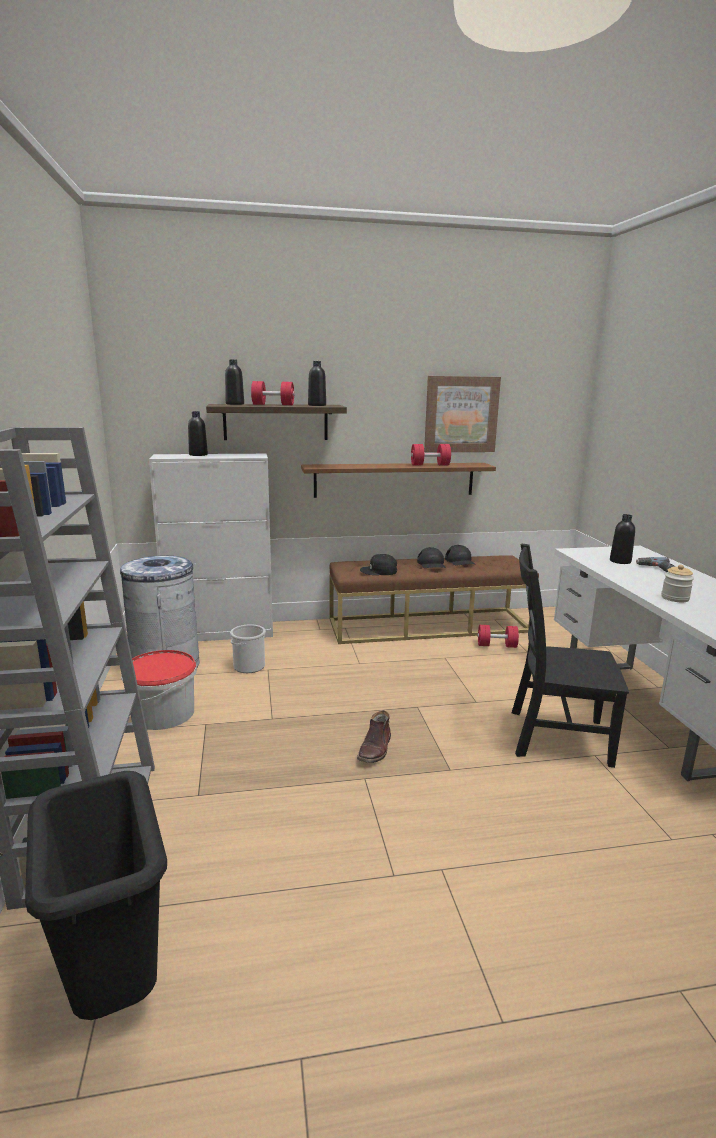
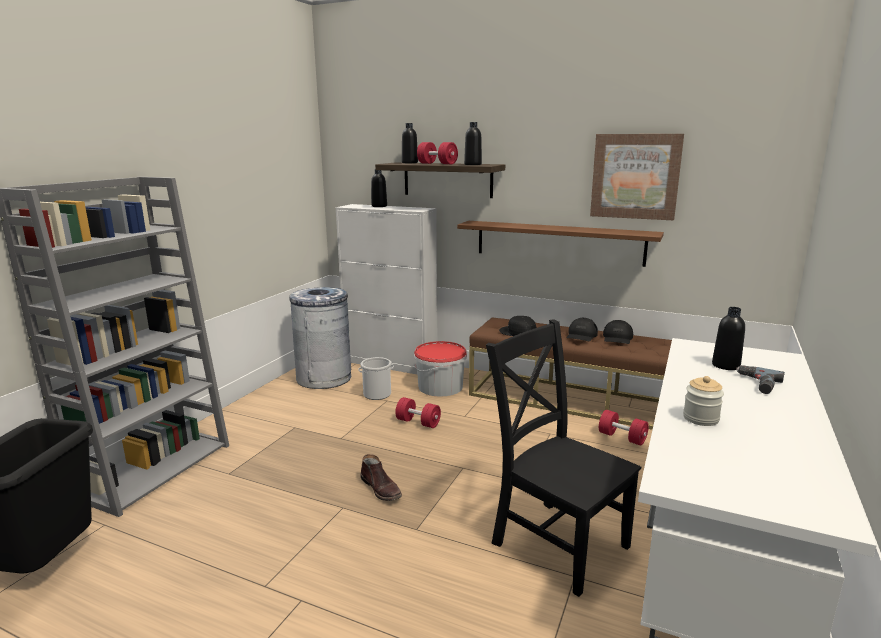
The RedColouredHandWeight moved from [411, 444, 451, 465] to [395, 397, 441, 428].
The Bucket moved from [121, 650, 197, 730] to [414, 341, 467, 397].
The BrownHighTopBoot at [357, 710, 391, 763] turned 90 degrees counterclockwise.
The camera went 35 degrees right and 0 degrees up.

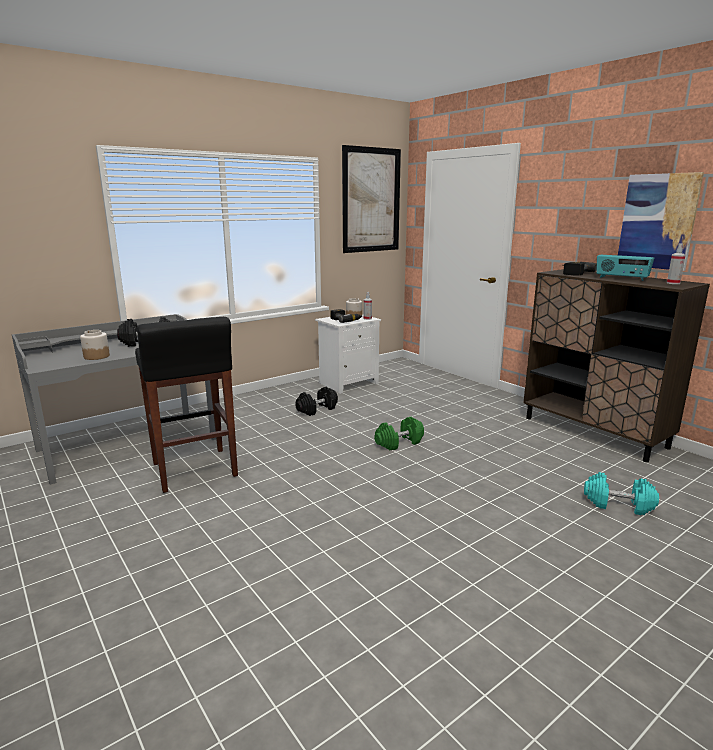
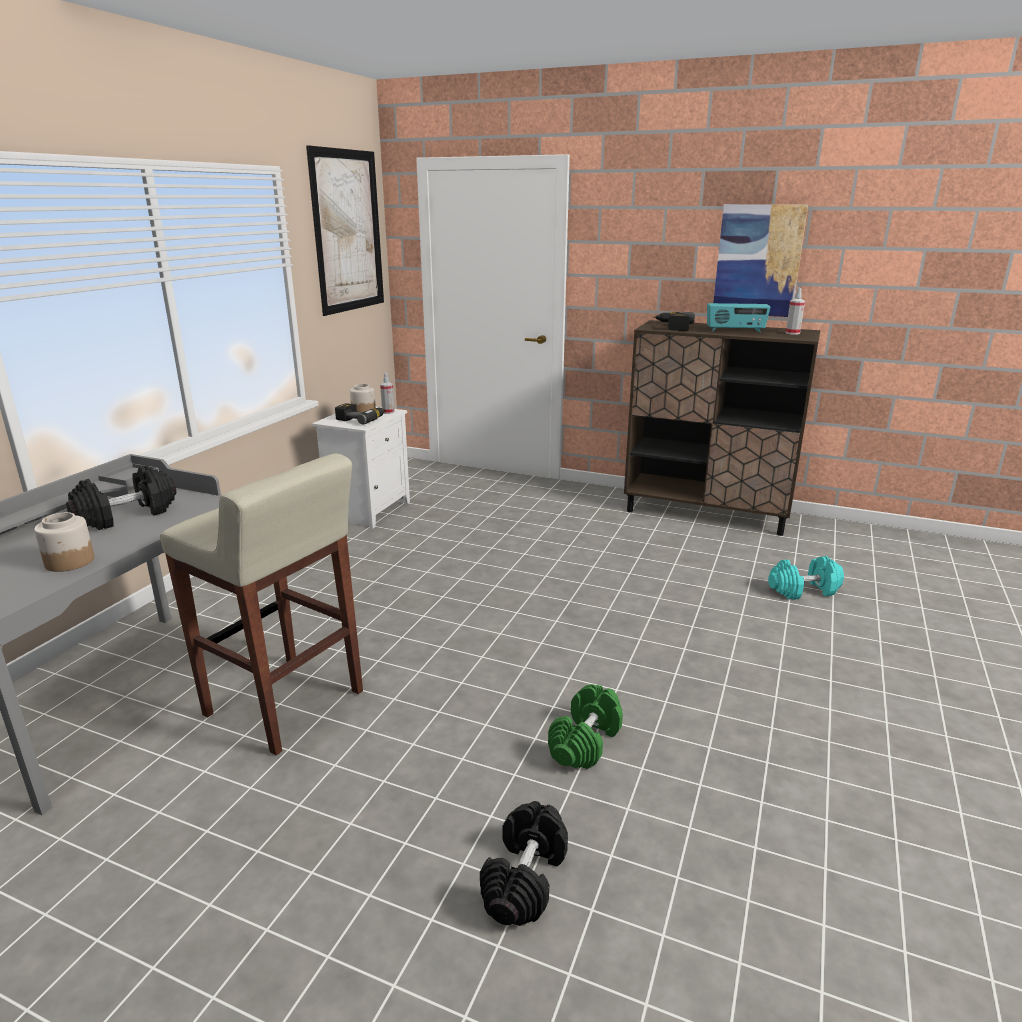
The BlackStool at [135, 317, 238, 493] became the BeigeColouredStool at [160, 453, 363, 755].
The BlackHandWeight moved from [296, 387, 338, 416] to [480, 801, 568, 926].
The GreenishHandWeight moved from [374, 417, 424, 450] to [548, 684, 623, 769].
The camera went 30 degrees left and 5 degrees up.

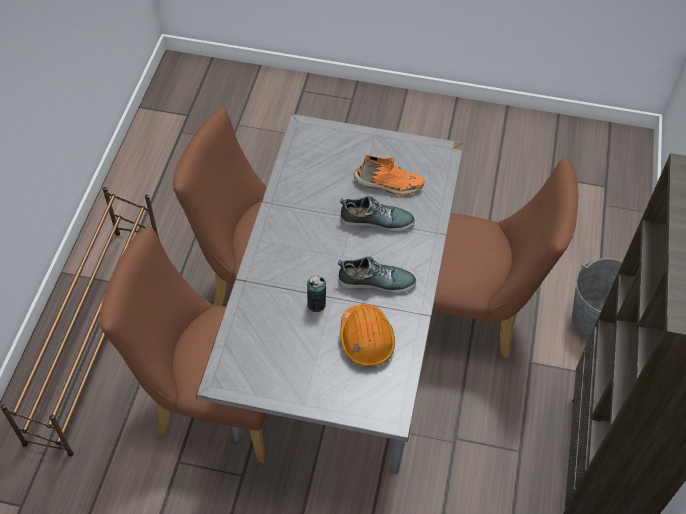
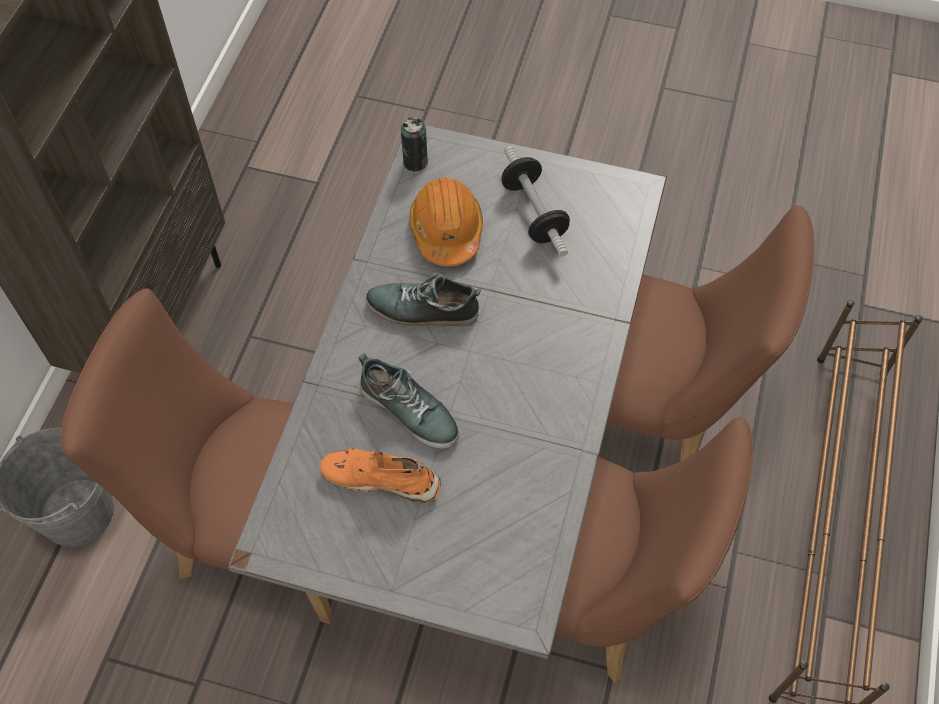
The Shoe at [340, 195, 415, 232] turned 150 degrees counterclockwise.
The Can moved from [307, 275, 326, 312] to [401, 117, 428, 171].
The HandWeight at [501, 146, 570, 257] appeared.
The camera went 175 degrees left and 5 degrees up.

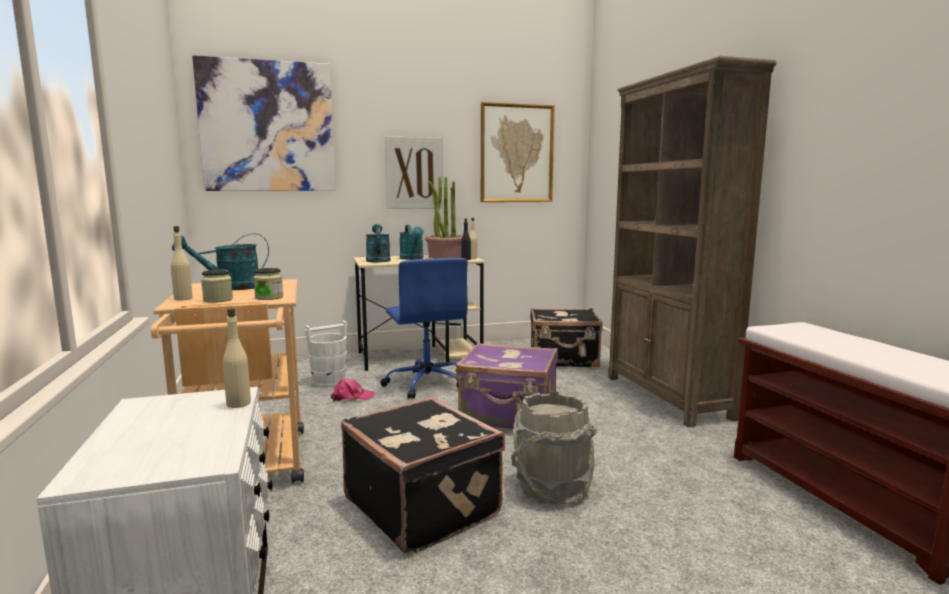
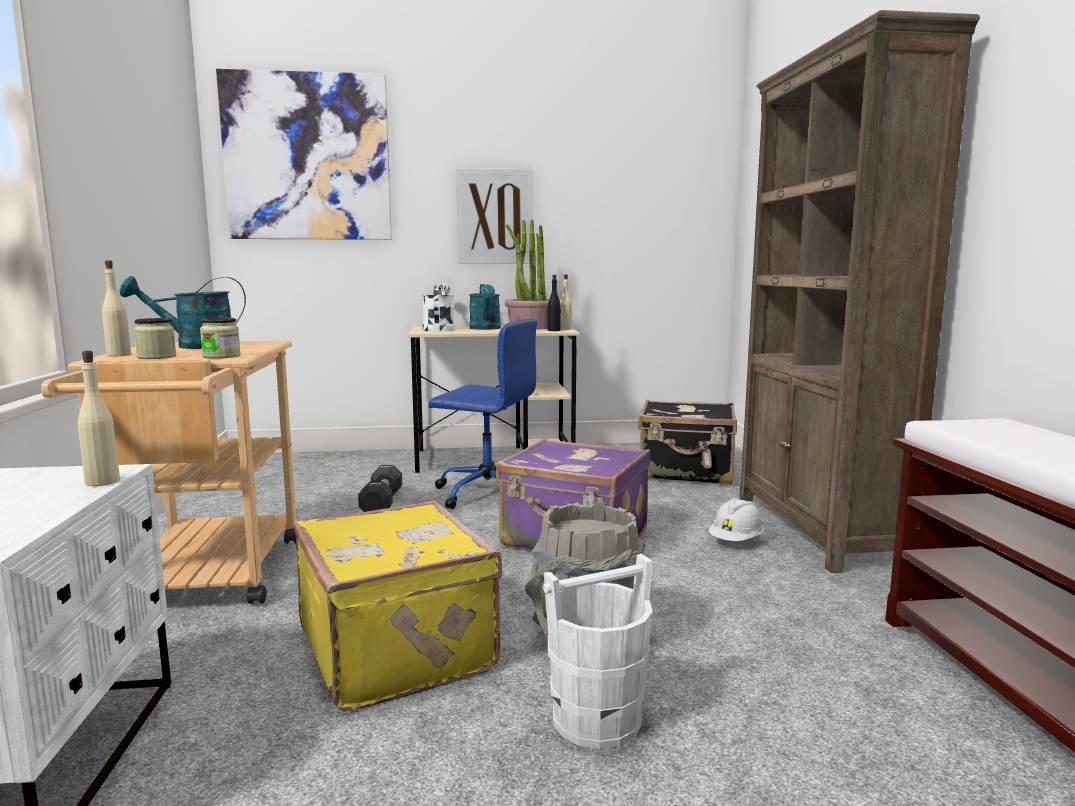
The Picture at [481, 102, 555, 202] disappeared.
The BlueGreenWateringCan at [366, 224, 390, 263] became the WhiteWateringCan at [423, 283, 455, 332].
The BluishOfficeChair at [380, 258, 468, 399] turned 60 degrees counterclockwise.
The WhiteBucket moved from [304, 320, 348, 388] to [543, 554, 653, 749].
The PinkCap at [331, 379, 375, 401] was replaced by the BlackHandWeight at [358, 465, 402, 512].
The BlackTravelCase at [341, 397, 505, 555] became the YellowTravelCase at [294, 501, 502, 712].
The WhiteWorkHelmet at [709, 498, 764, 541] appeared.
The camera went 10 degrees right and 0 degrees up.

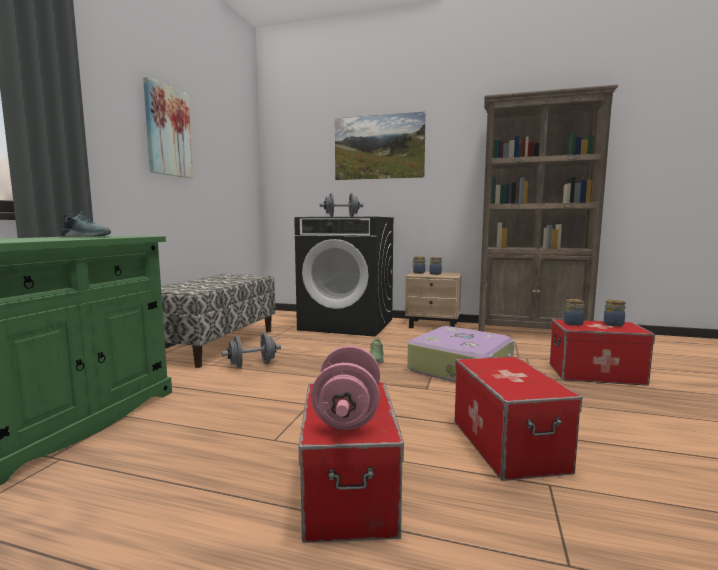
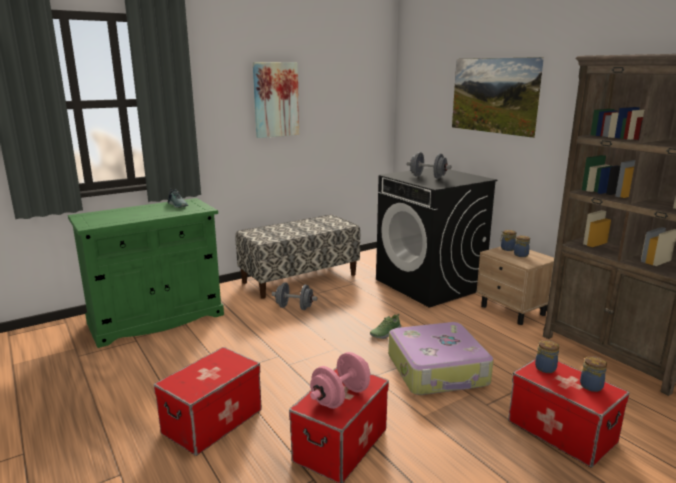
The PinkHandWeight moved from [311, 346, 380, 430] to [310, 352, 370, 409].
The camera went 40 degrees right and 10 degrees up.

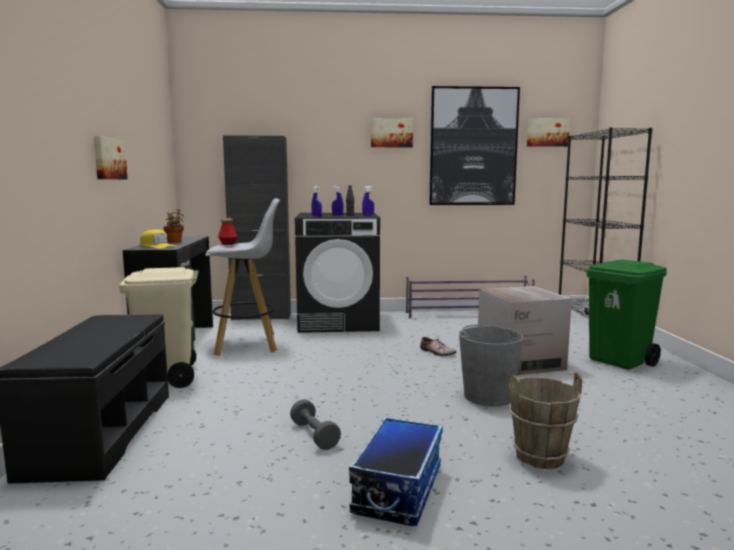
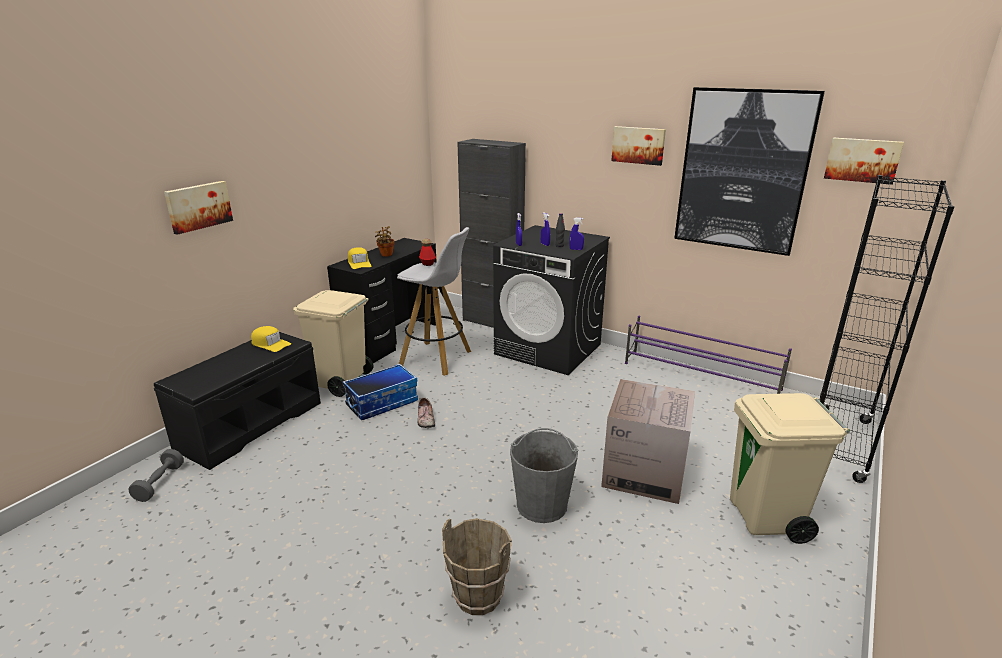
The Picture moved from [94, 136, 128, 179] to [164, 181, 233, 235].
The GreenishWasteBin at [586, 259, 667, 370] became the BeigeColouredWasteBin at [730, 393, 850, 544].
The Shoe moved from [420, 337, 456, 356] to [418, 398, 435, 428].
The GrayHandWeight moved from [290, 400, 341, 450] to [128, 449, 184, 502].
The StorageBox moved from [349, 417, 443, 526] to [342, 364, 418, 420].
The YellowCap at [251, 326, 291, 352] appeared.
The camera went 35 degrees right and 15 degrees up.

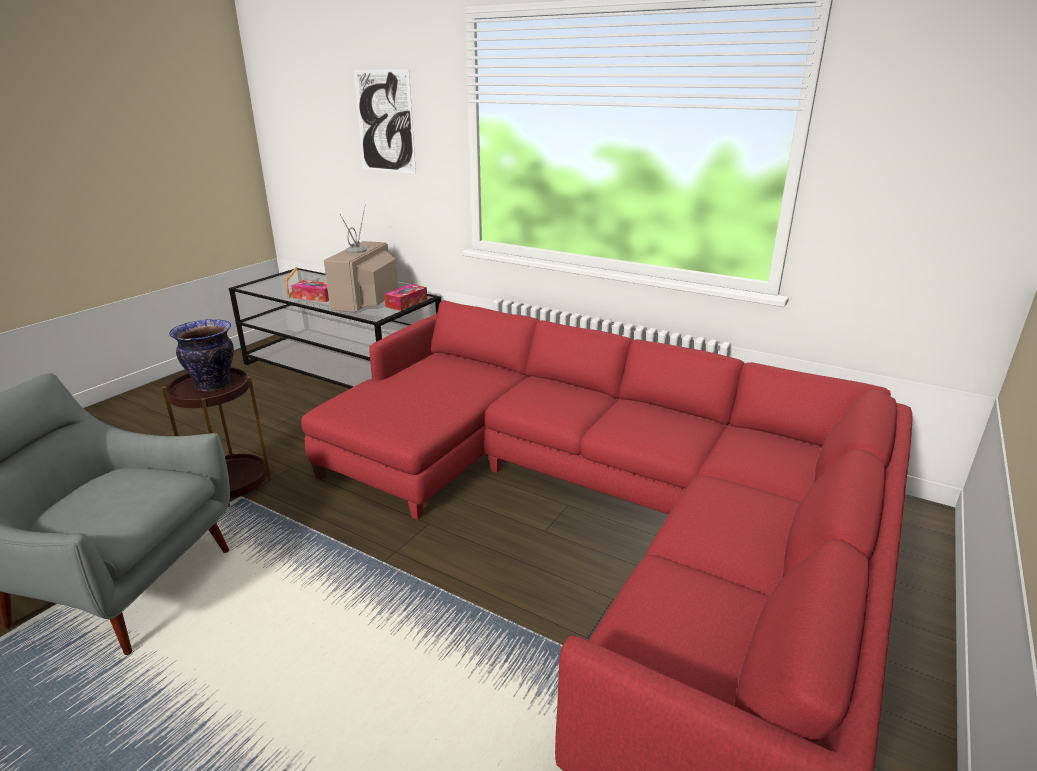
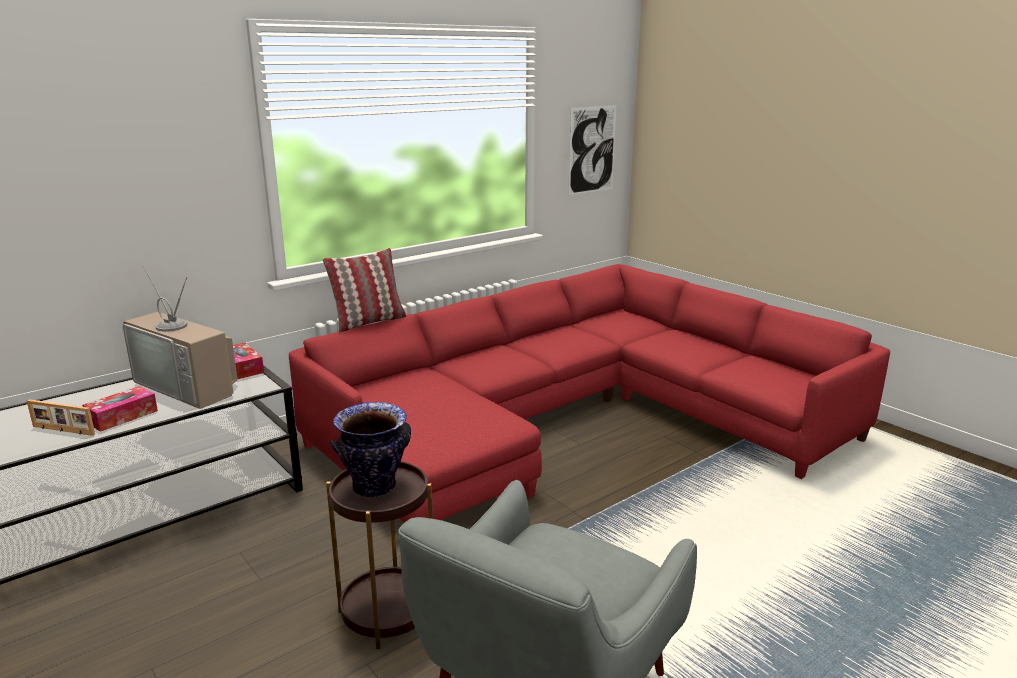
The Picture moved from [354, 69, 416, 174] to [568, 105, 616, 195].
The Cushion at [323, 248, 406, 332] appeared.
The camera went 70 degrees left and 5 degrees down.

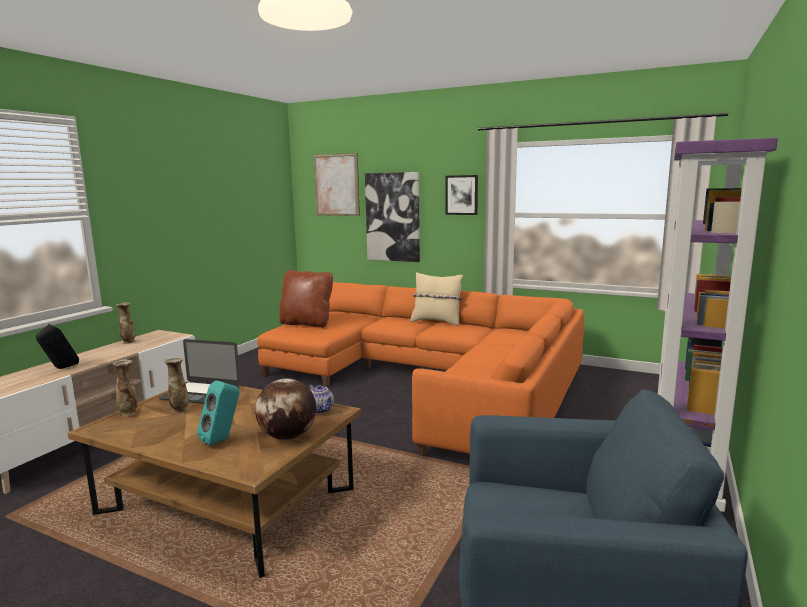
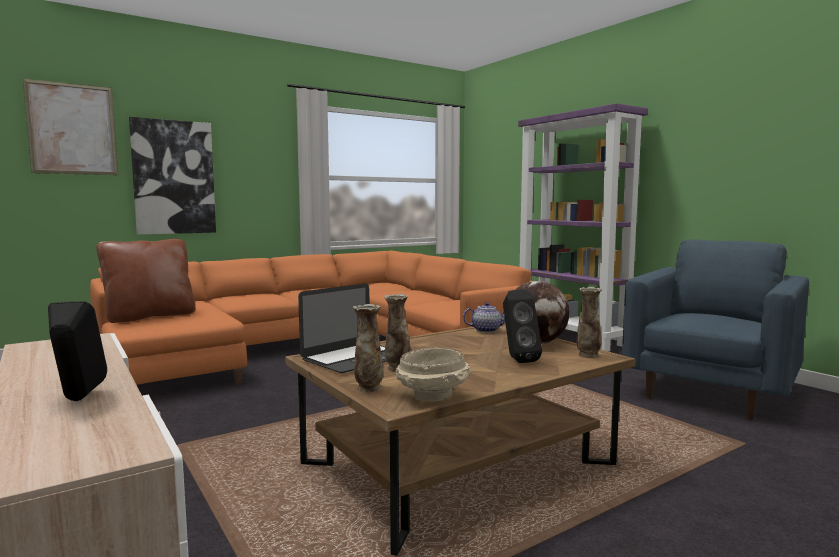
The Picture at [446, 175, 478, 215] disappeared.
The BeigeColouredCushion at [410, 272, 463, 326] disappeared.
The DecorativeVase moved from [116, 302, 136, 344] to [577, 287, 602, 358].
The BlueGreenSpeaker at [197, 381, 239, 446] became the BlackSpeaker at [503, 290, 542, 363].
The BeigeColouredServingBowl at [395, 347, 471, 402] appeared.
The camera went 60 degrees left and 5 degrees down.

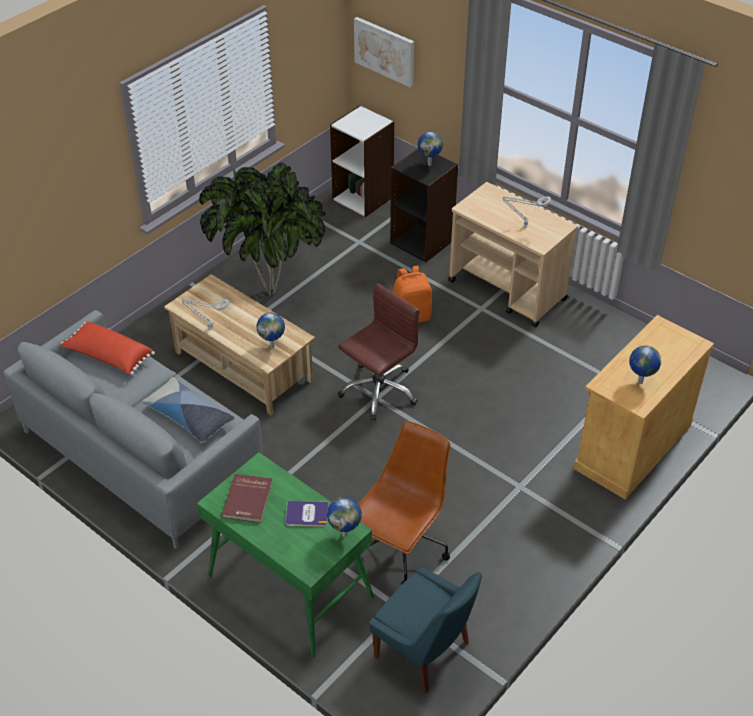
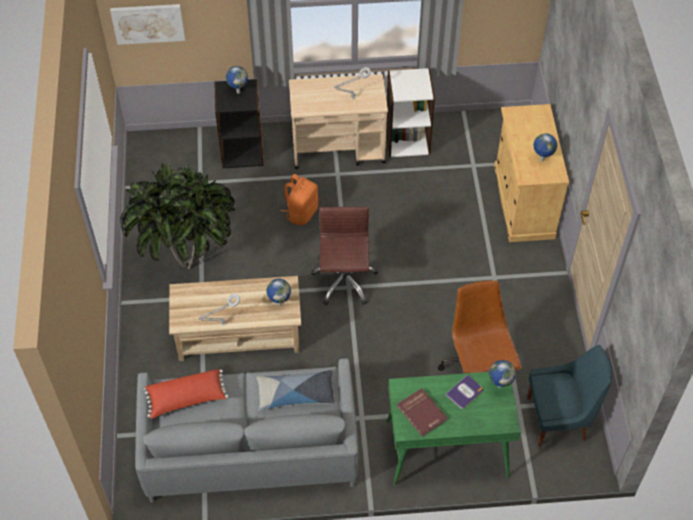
The WhiteBookcase moved from [330, 105, 395, 217] to [386, 68, 435, 157].
The camera went 45 degrees left and 10 degrees up.

